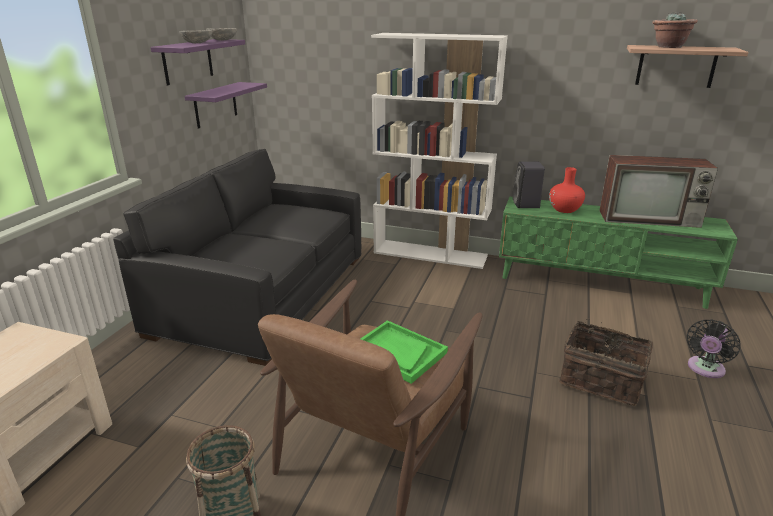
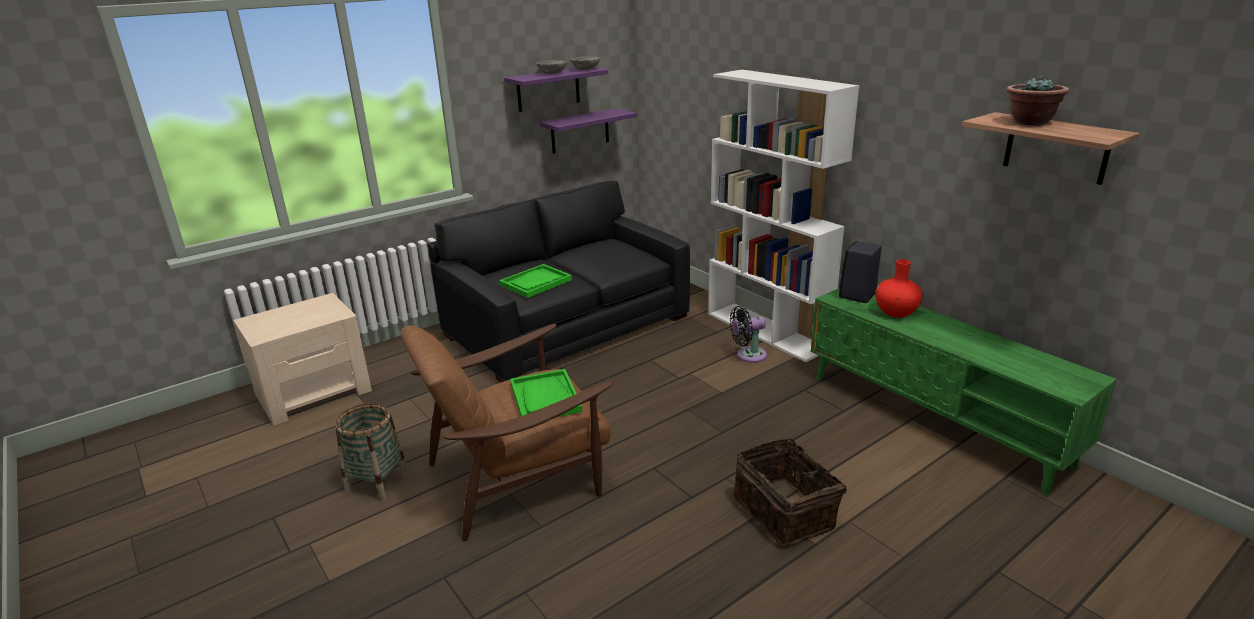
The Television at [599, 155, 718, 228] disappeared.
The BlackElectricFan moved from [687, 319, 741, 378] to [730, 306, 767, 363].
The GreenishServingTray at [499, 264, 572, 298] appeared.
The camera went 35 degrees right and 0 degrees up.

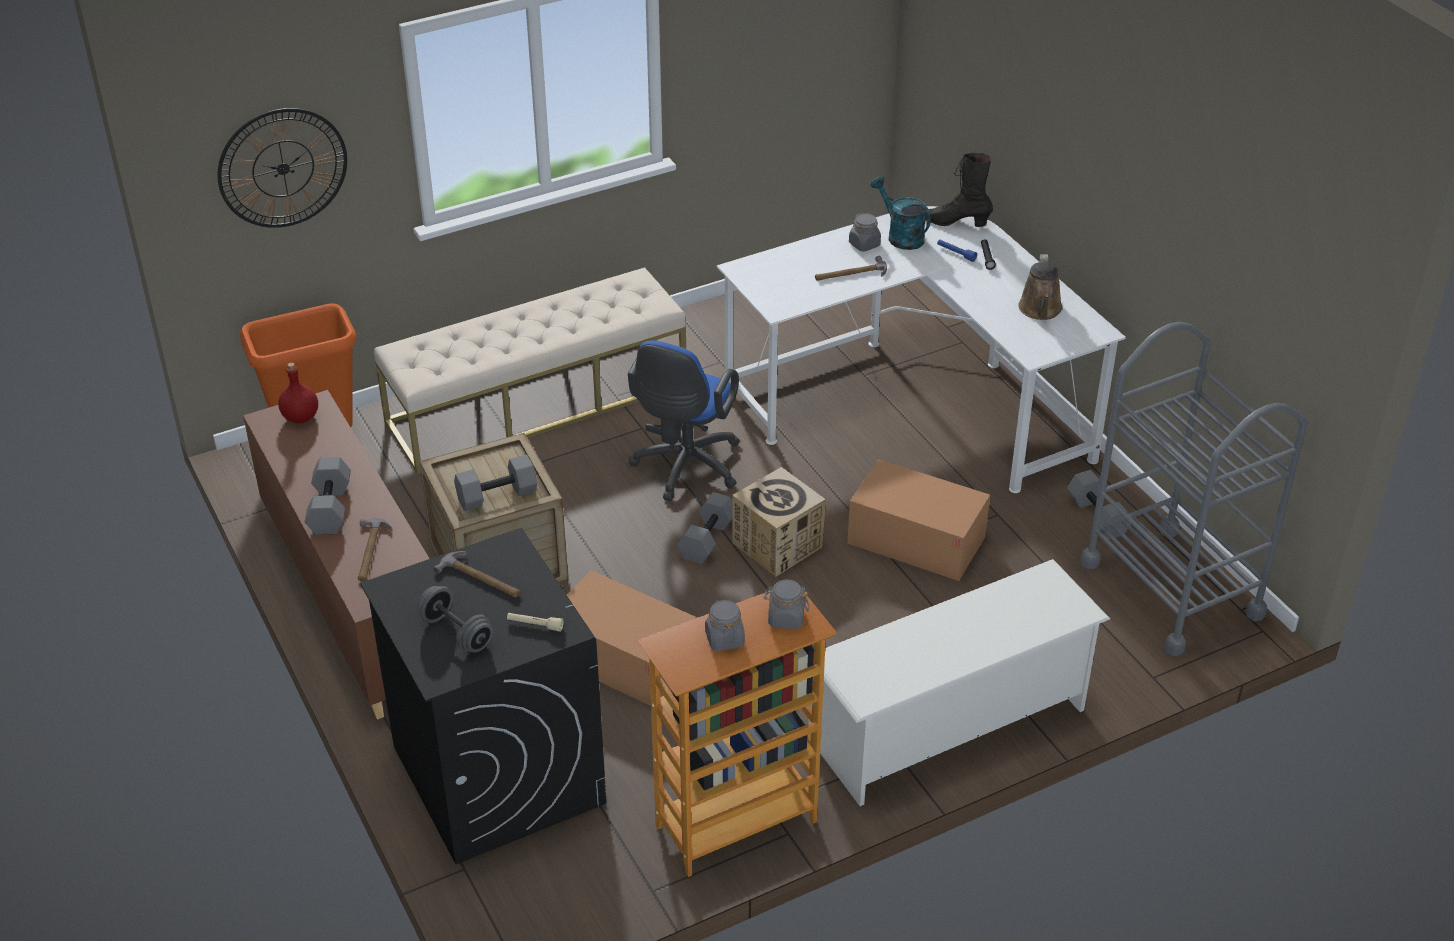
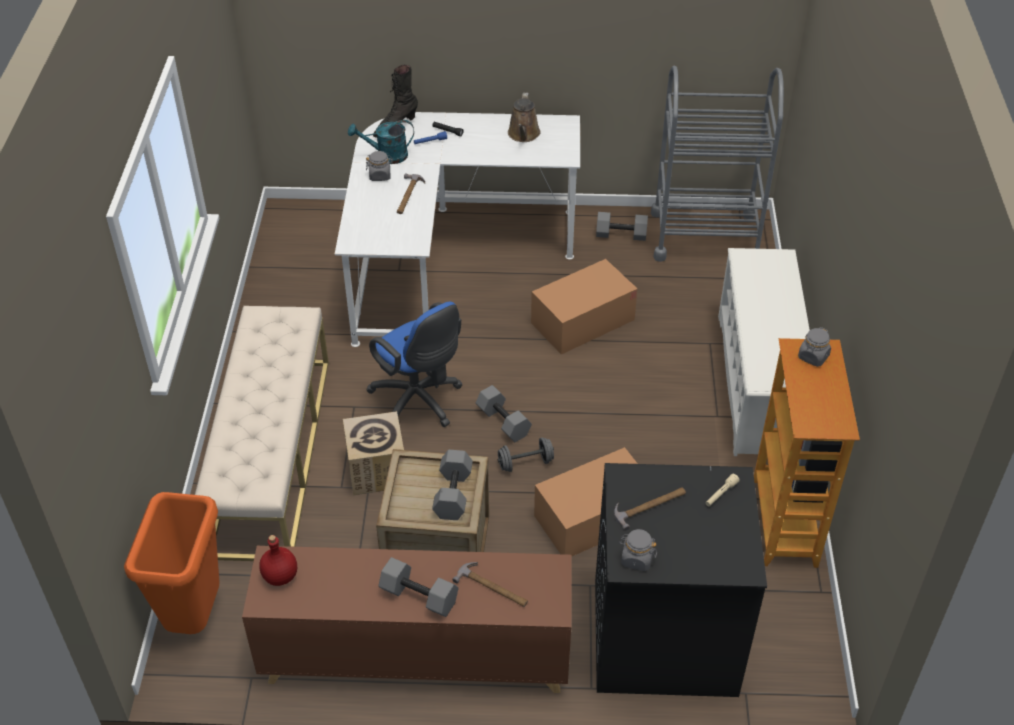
The ClockOnTheWall at [217, 108, 347, 228] disappeared.
The BrownWateringCan at [1018, 254, 1063, 320] turned 60 degrees clockwise.
The Carton moved from [732, 467, 826, 577] to [343, 411, 404, 495].
The GrayHandWeight moved from [418, 586, 493, 652] to [498, 437, 554, 472].
The GrayJar moved from [705, 599, 745, 651] to [619, 529, 657, 571].
The camera went 60 degrees left and 5 degrees up.

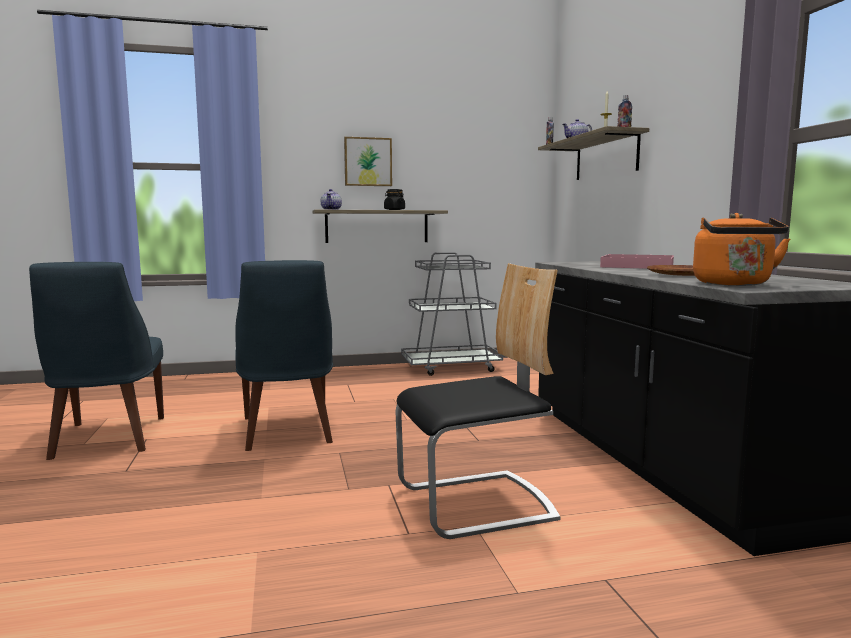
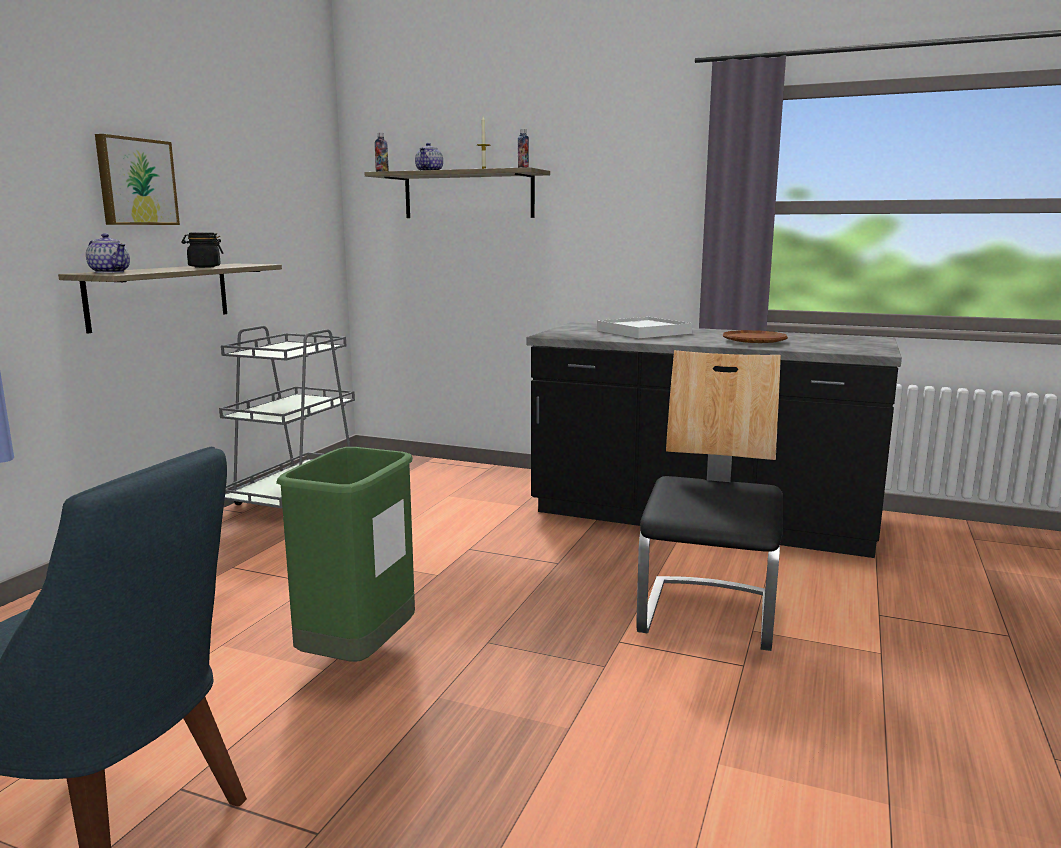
The OrangeyKettle at [693, 213, 790, 286] disappeared.
The PinkServingTray at [600, 254, 674, 269] became the WhiteServingTray at [597, 317, 692, 338].
The BluishChair at [235, 260, 333, 451] was replaced by the GreenishWasteBin at [276, 447, 415, 662].
The camera went 55 degrees left and 5 degrees up.

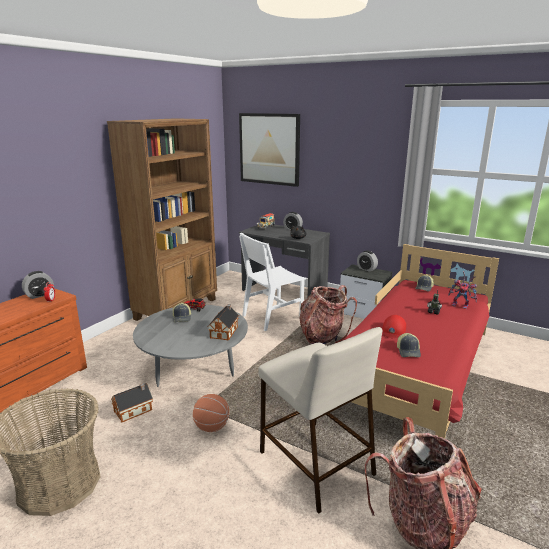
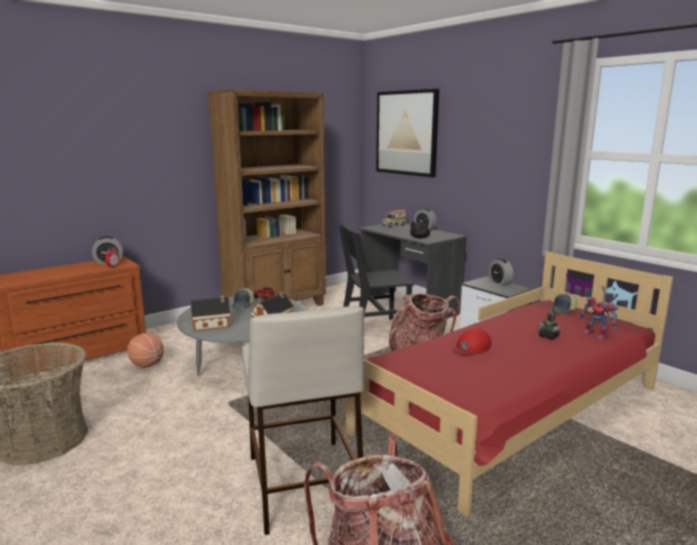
The WhiteChair at [239, 233, 306, 331] became the BlackChair at [339, 222, 414, 320].
The Cap at [397, 333, 421, 357] disappeared.
The ToyHouse moved from [111, 383, 153, 423] to [190, 295, 231, 331].
The BallForBasketball moved from [193, 394, 229, 432] to [127, 333, 164, 367].
The camera went 20 degrees right and 5 degrees down.

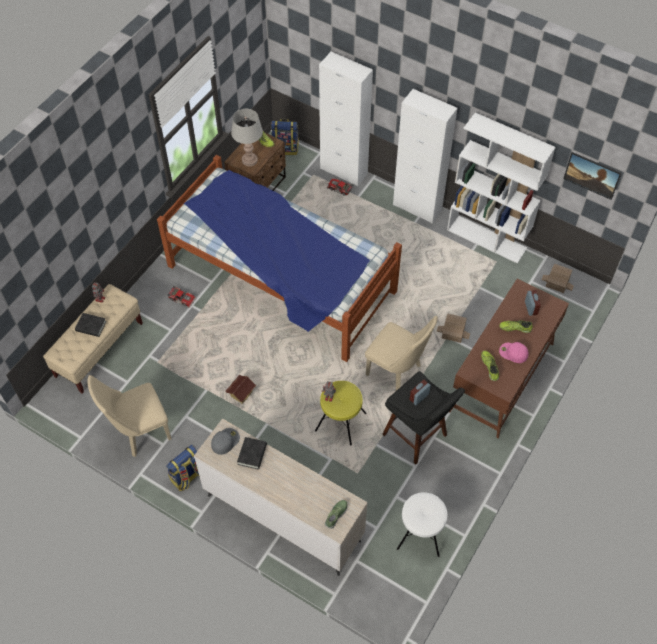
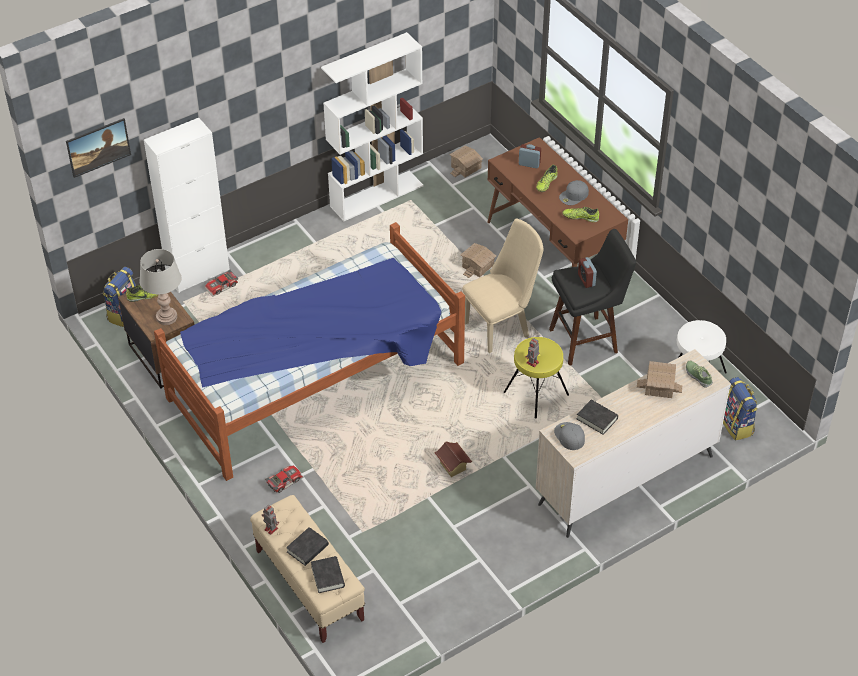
The WhiteCabinet at [393, 89, 458, 223] disappeared.
The Picture moved from [563, 152, 622, 200] to [66, 118, 131, 178].
The PinkCap at [499, 342, 529, 363] became the GrayCap at [559, 180, 589, 205].
The BeigeColouredChair at [87, 375, 171, 457] disappeared.
The Knapsack moved from [166, 445, 200, 491] to [723, 377, 758, 441].
The ToyHouse at [637, 361, 682, 398] appeared.
The BlackBoundBook at [311, 556, 345, 593] appeared.
The camera went 65 degrees left and 10 degrees down.

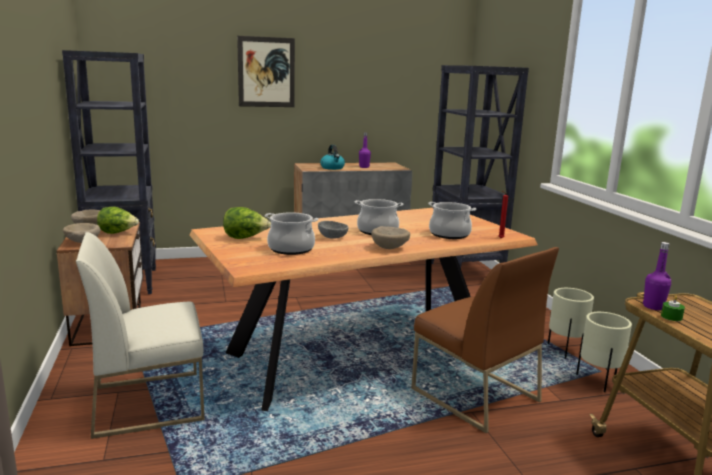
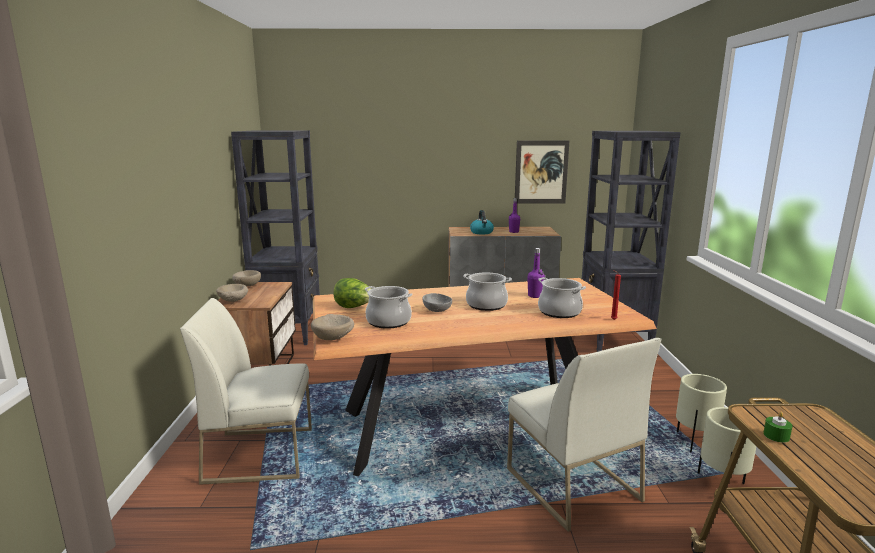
The Picture moved from [237, 36, 295, 107] to [515, 141, 569, 204].
The Lettuce at [97, 207, 139, 234] disappeared.
The BeigeColouredServingBowl moved from [371, 226, 410, 249] to [311, 314, 354, 340].
The PurpleDrinkBottle moved from [643, 242, 671, 310] to [527, 248, 545, 298].
The BrownChair at [411, 247, 559, 433] became the WhiteChair at [507, 338, 661, 532].
The camera went 15 degrees right and 0 degrees up.

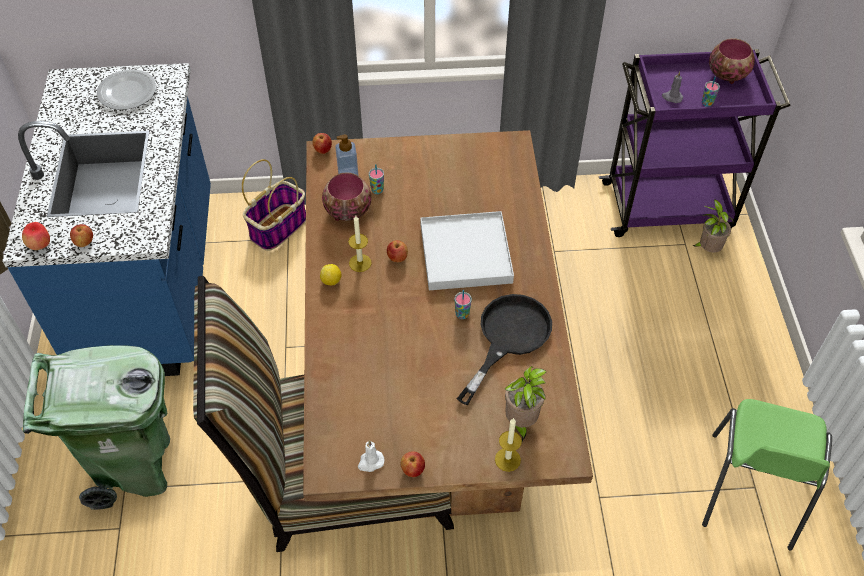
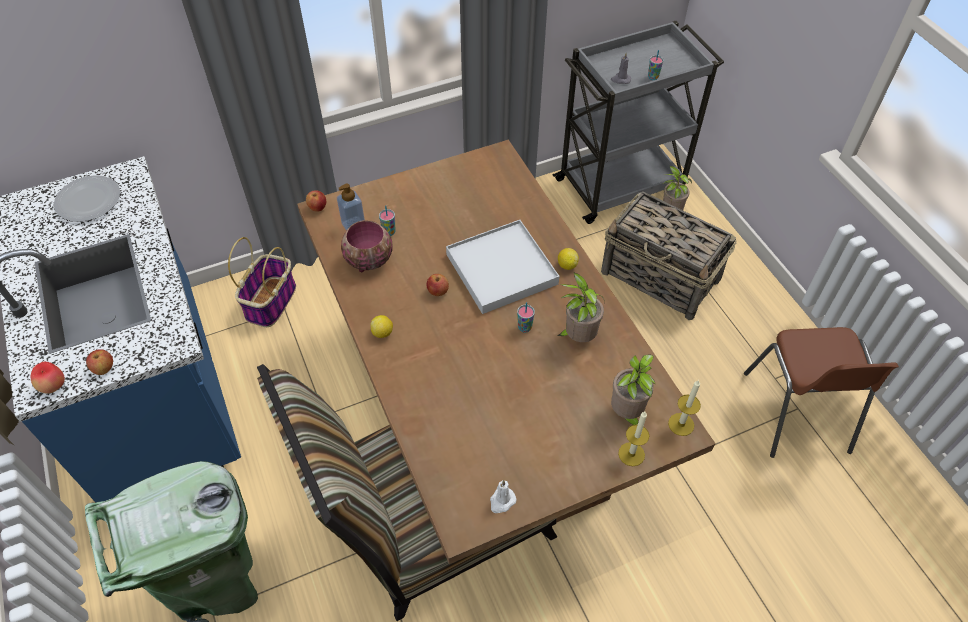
The ServingBowl at [709, 38, 755, 84] disappeared.
The PurpleTrolley at [599, 49, 791, 237] became the GrayTrolley at [552, 21, 724, 224].
The Candle moved from [348, 216, 372, 272] to [668, 380, 701, 436].
The BlackPan at [457, 294, 552, 405] was replaced by the Houseplant at [557, 273, 605, 342].
The GreenishChair at [702, 399, 832, 551] became the BrownChair at [744, 327, 899, 458].
The WholeApple at [401, 451, 425, 477] disappeared.
The HouseholdBasket at [601, 192, 736, 320] appeared.
The Lemon at [558, 248, 579, 270] appeared.
The camera went 20 degrees left and 0 degrees up.

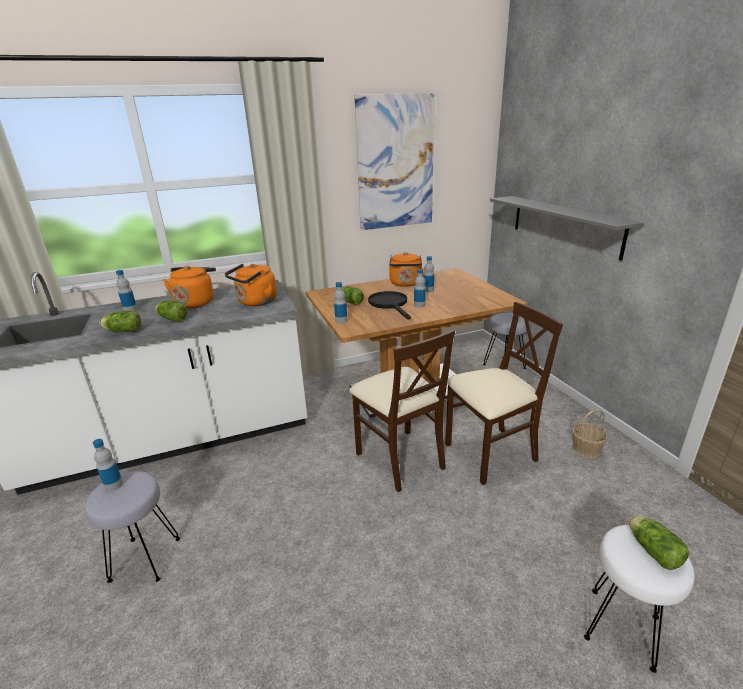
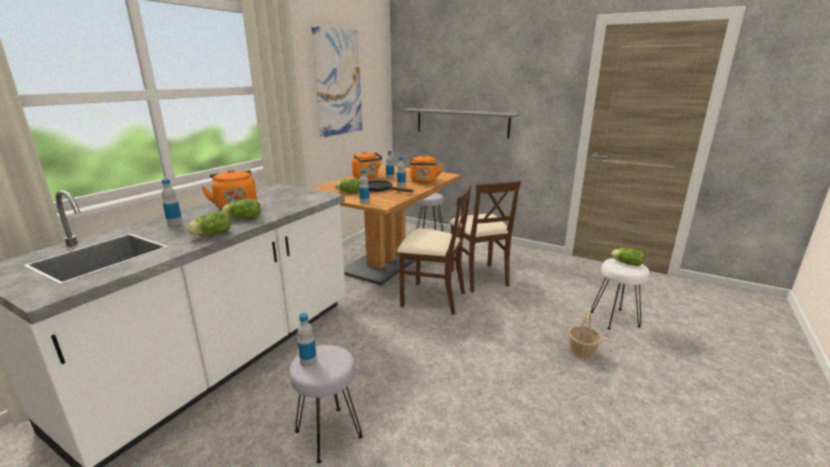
The OrangeyKettle moved from [225, 264, 277, 306] to [410, 155, 444, 183].
The BeigeColouredChair at [445, 302, 563, 485] turned 135 degrees clockwise.
The HouseholdBasket moved from [572, 409, 608, 458] to [568, 311, 602, 361].
The camera went 40 degrees left and 5 degrees down.

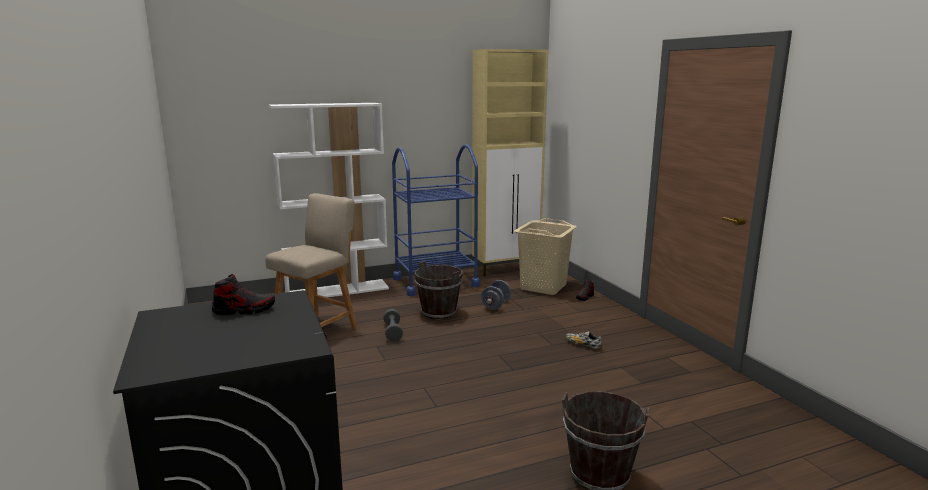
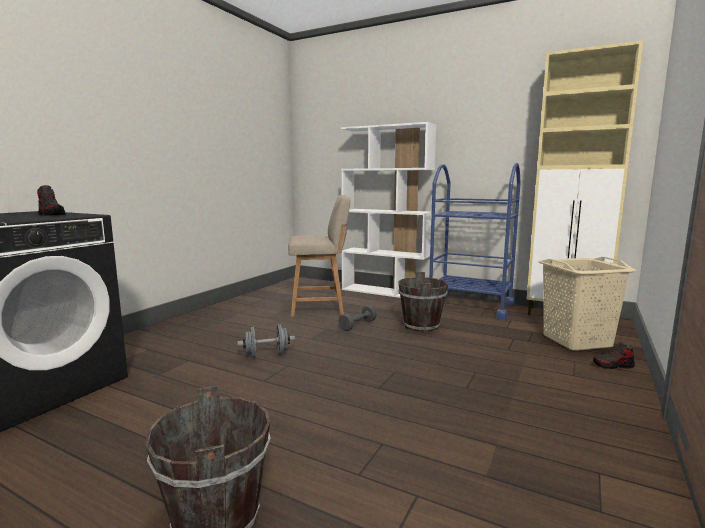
The GrayHandWeight moved from [481, 280, 511, 310] to [238, 324, 295, 358].
The Shoe at [566, 331, 602, 349] disappeared.
The camera went 50 degrees right and 5 degrees down.

